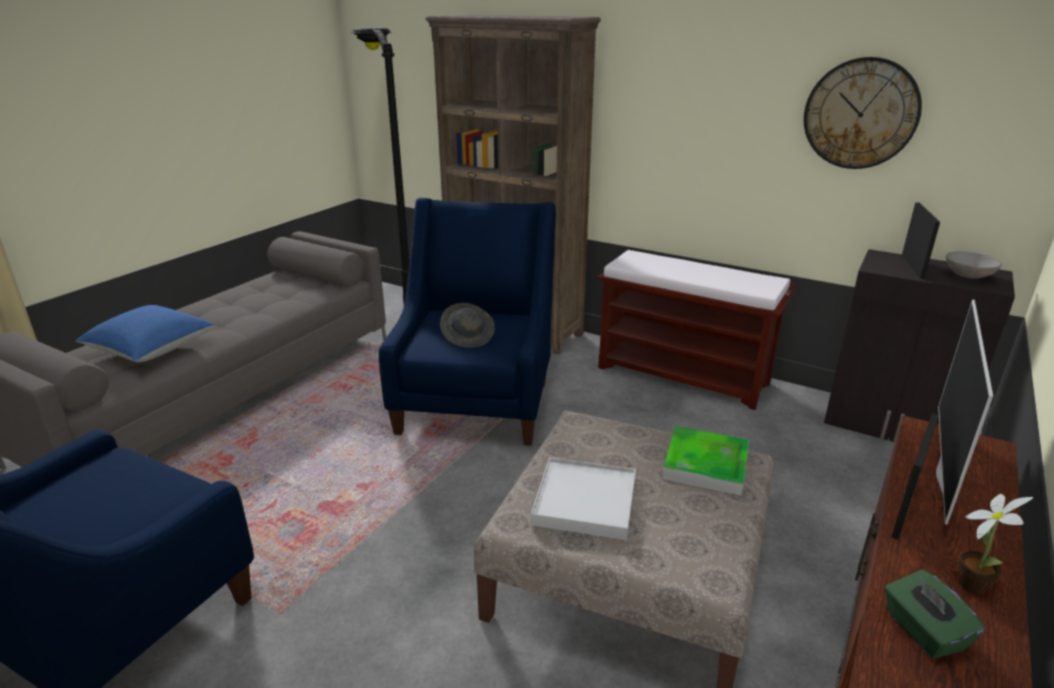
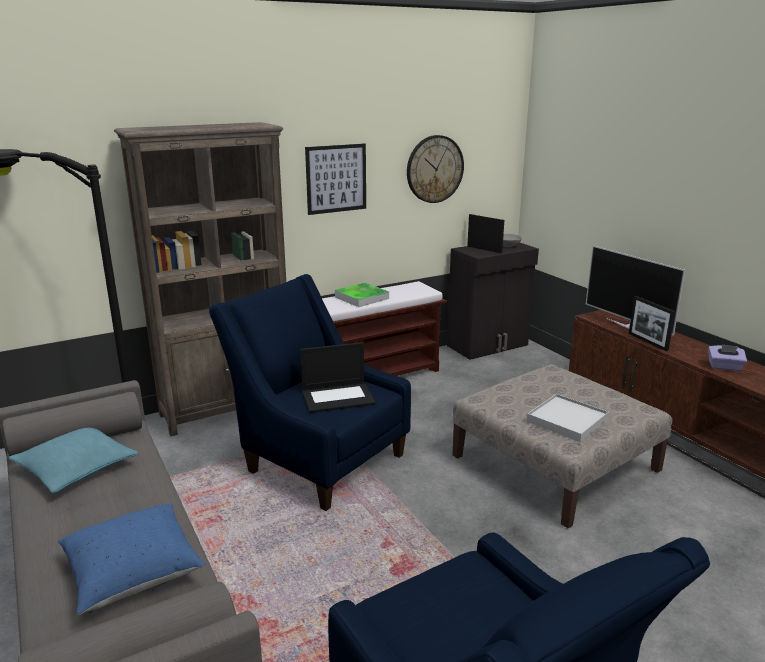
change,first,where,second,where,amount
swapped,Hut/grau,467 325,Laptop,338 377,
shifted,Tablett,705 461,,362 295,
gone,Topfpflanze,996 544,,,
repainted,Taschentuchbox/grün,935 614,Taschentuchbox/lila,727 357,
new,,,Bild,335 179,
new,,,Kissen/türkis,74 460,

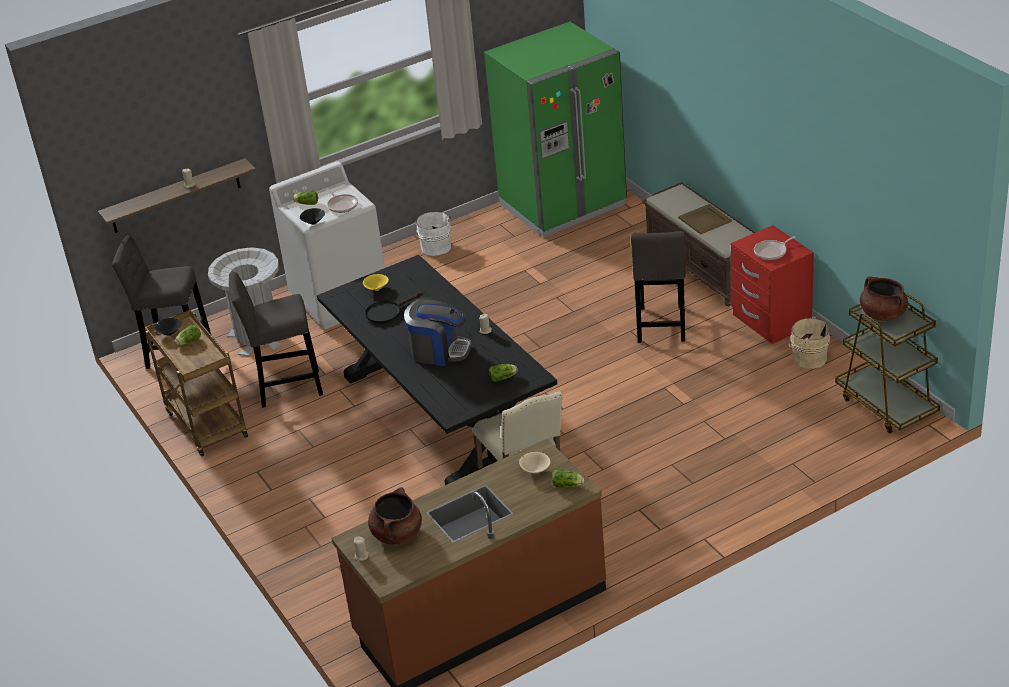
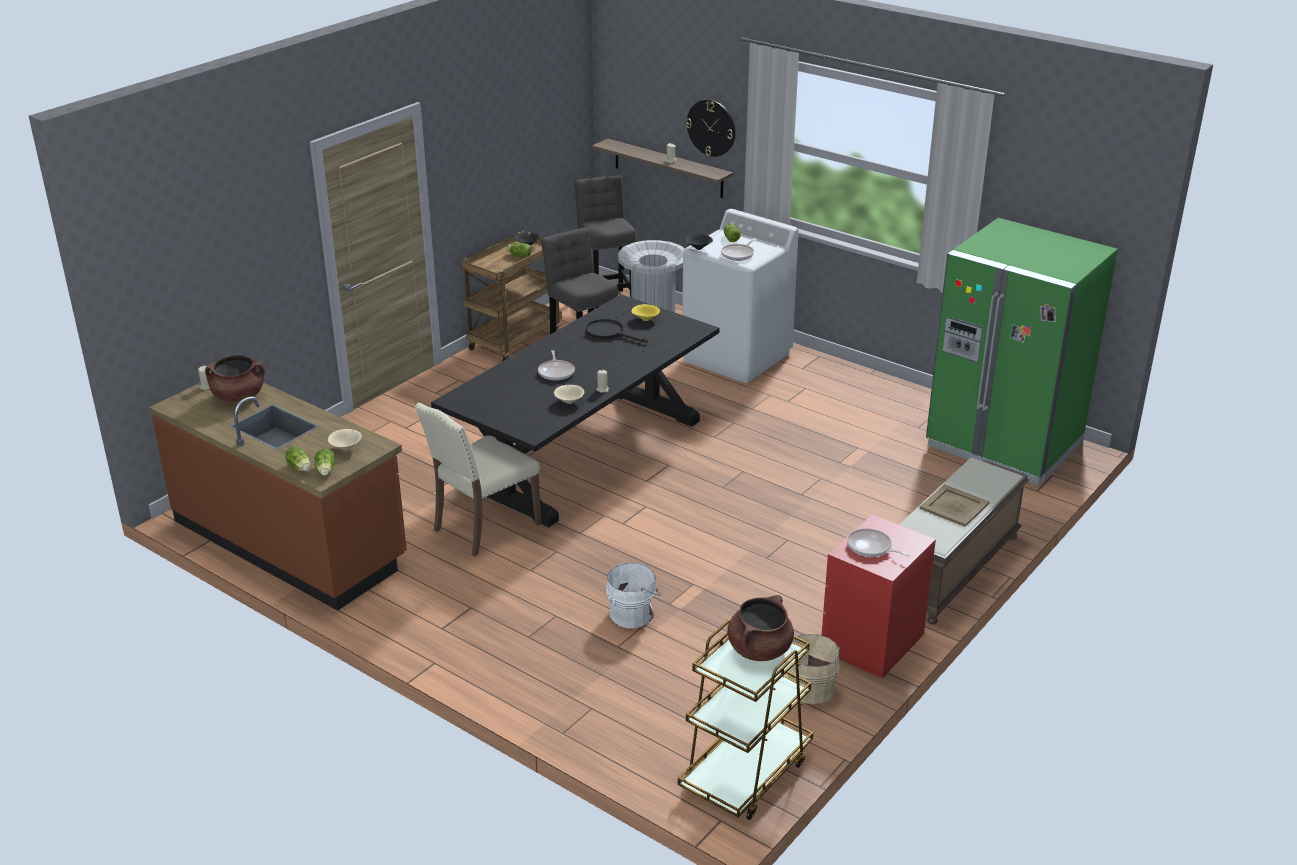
change,first,where,second,where,amount
shifted,Eimer/weiß,432 234,,633 595,
gone,Hocker/grau,658 287,,,
swapped,Kaffeemaschine,437 331,Pfanne,556 365,
shifted,Salatkopf,503 373,,297 458,
new,,,Wanduhr,710 128,
new,,,Schüssel/beige,569 394,

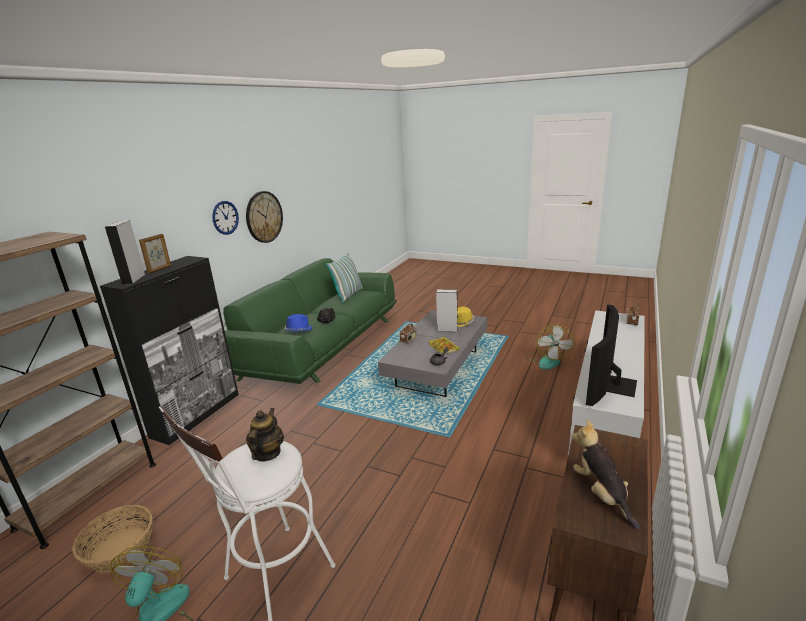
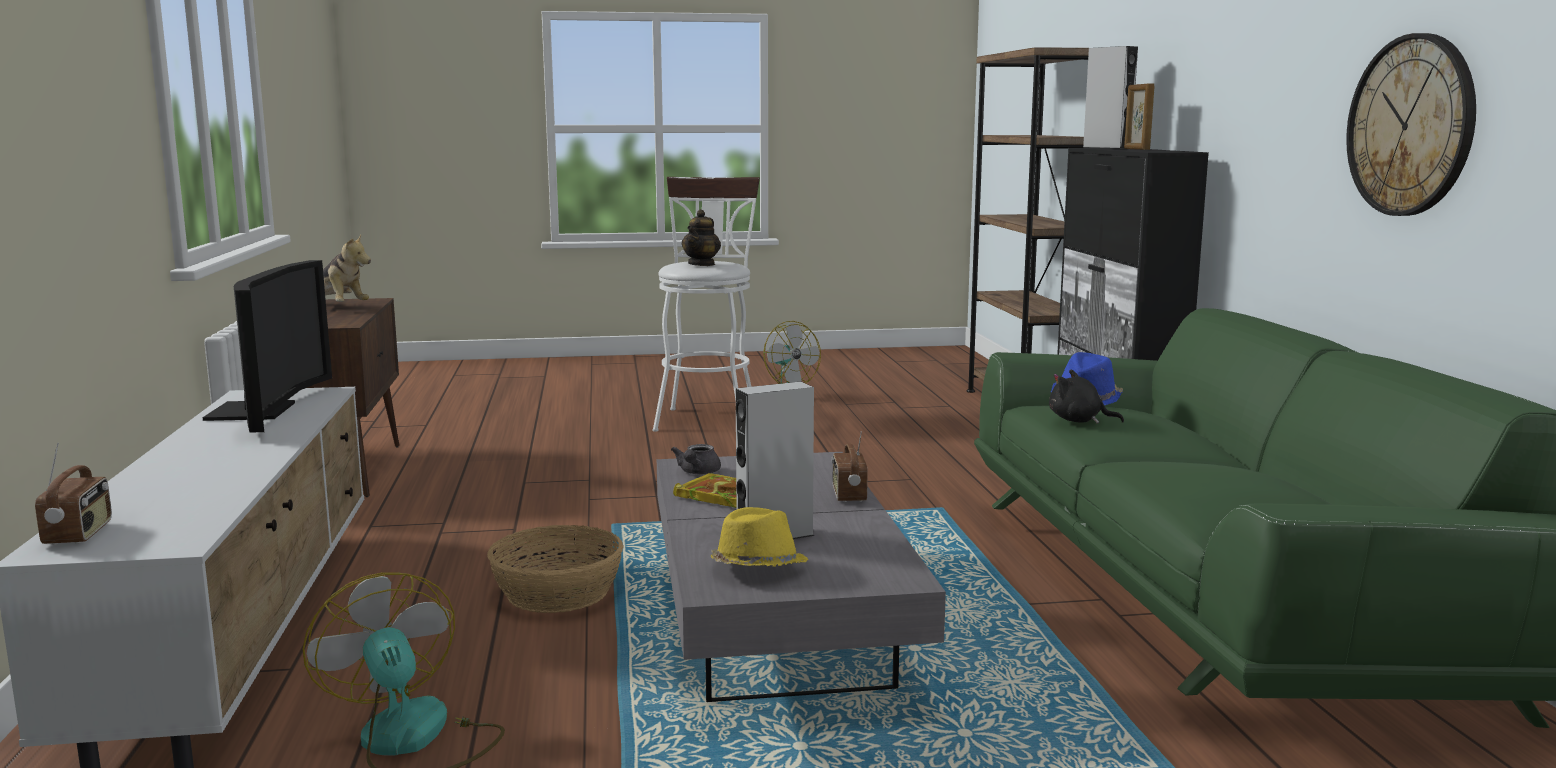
change,first,where,second,where,amount
gone,Wanduhr,225 218,,,
gone,Kissen,344 278,,,
rotated,Teekanne,265 435,,701 237,45 degrees clockwise
shifted,Korb,112 539,,555 569,

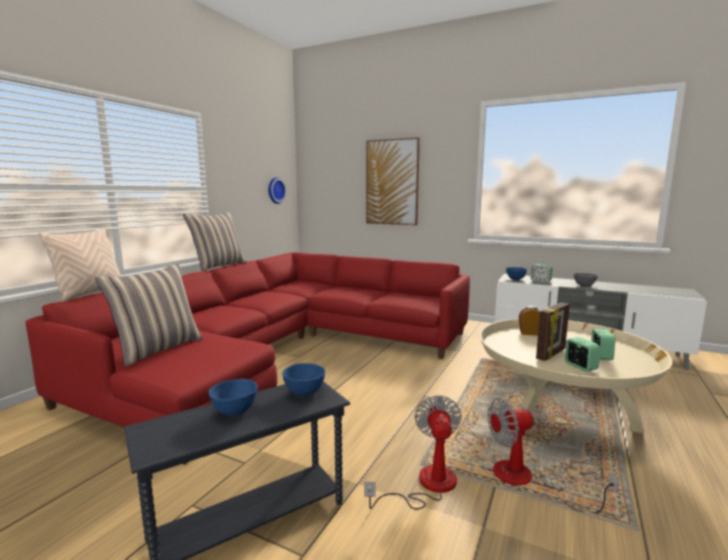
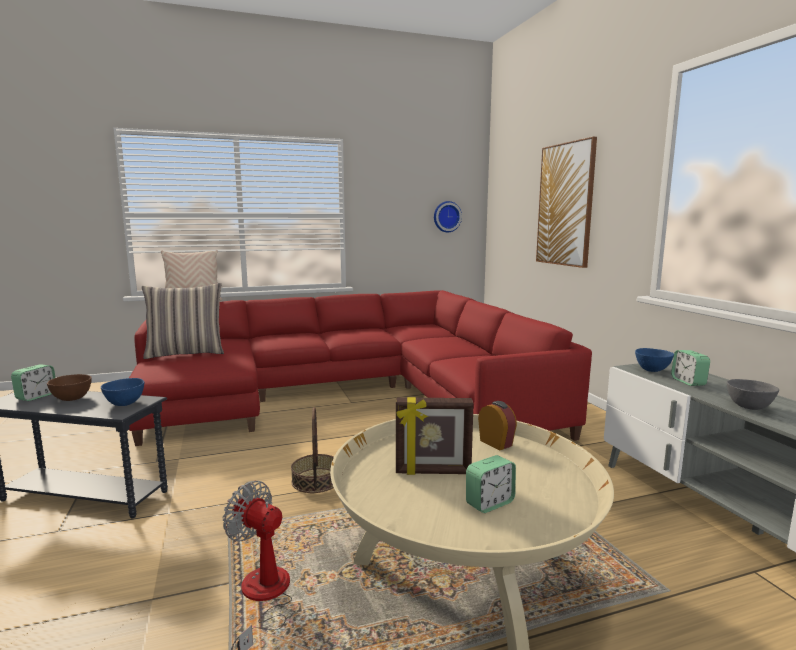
change,first,where,second,where,amount
gone,Kissen,214 241,,,
shifted,Wecker,582 354,,33 382,
repainted,Schüssel/blau,233 397,Schüssel/braun,69 387,
gone,Ventilator,413 452,,,
new,,,Korb,312 450,

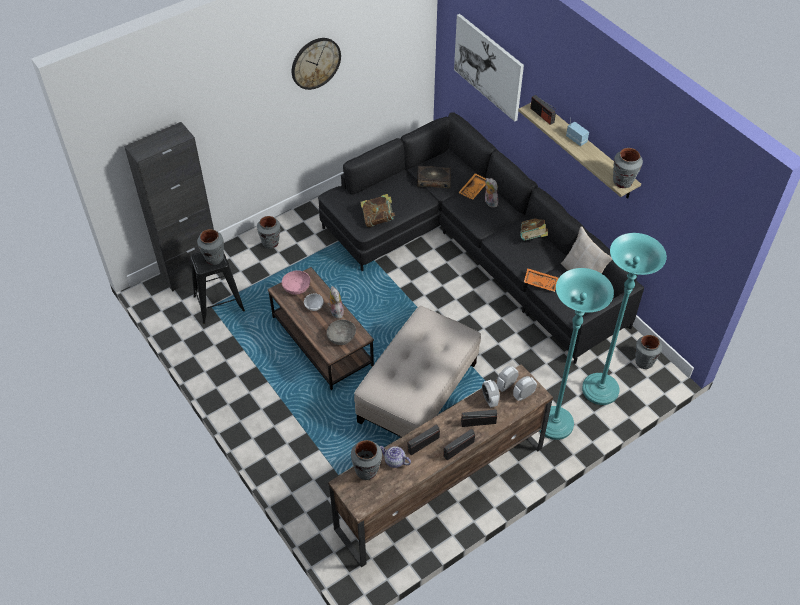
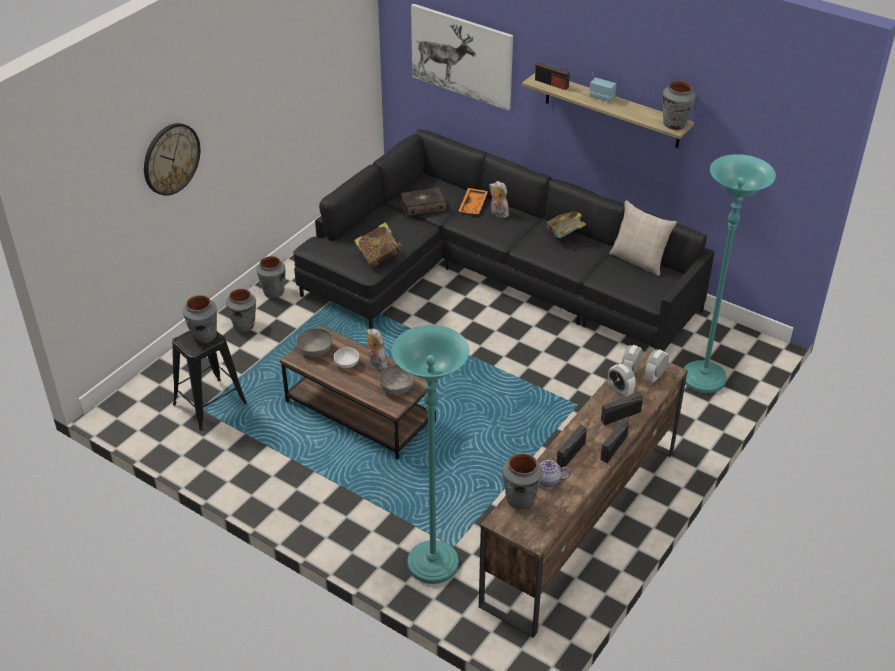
change,first,where,second,where,amount
shifted,Wanduhr,316 64,,172 159,
gone,Schrank/schwarz,169 206,,,
gone,Tablett/orange,541 280,,,
shifted,Stehlampe/türkis,576 354,,430 454,
repainted,Schüssel/rosa,296 283,Schüssel/grau,315 342,
gone,Polsterhocker/beige,417 371,,,
shifted,Vase/grau,648 352,,271 277,

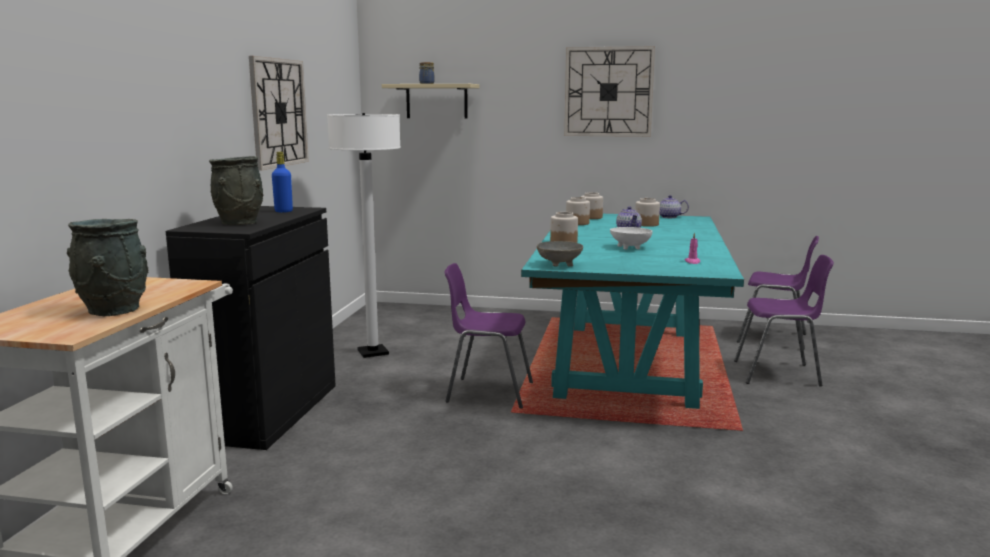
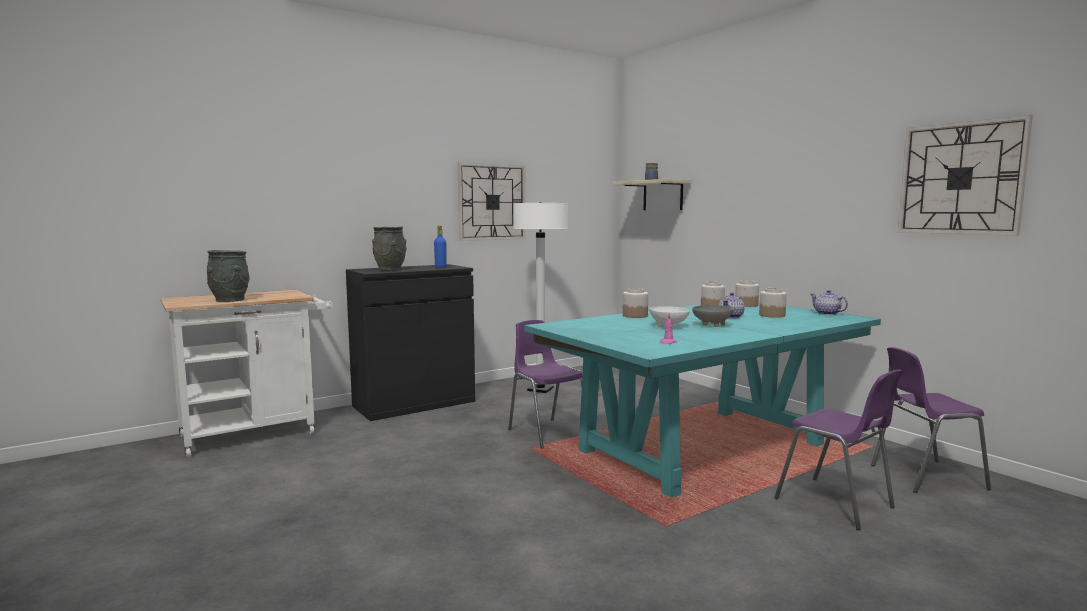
change,first,where,second,where,amount
shifted,Wanduhr,609 91,,965 175,
rotated,Stuhl/lila,778 292,,931 420,105 degrees clockwise
shifted,Schüssel/grau,560 254,,712 316,

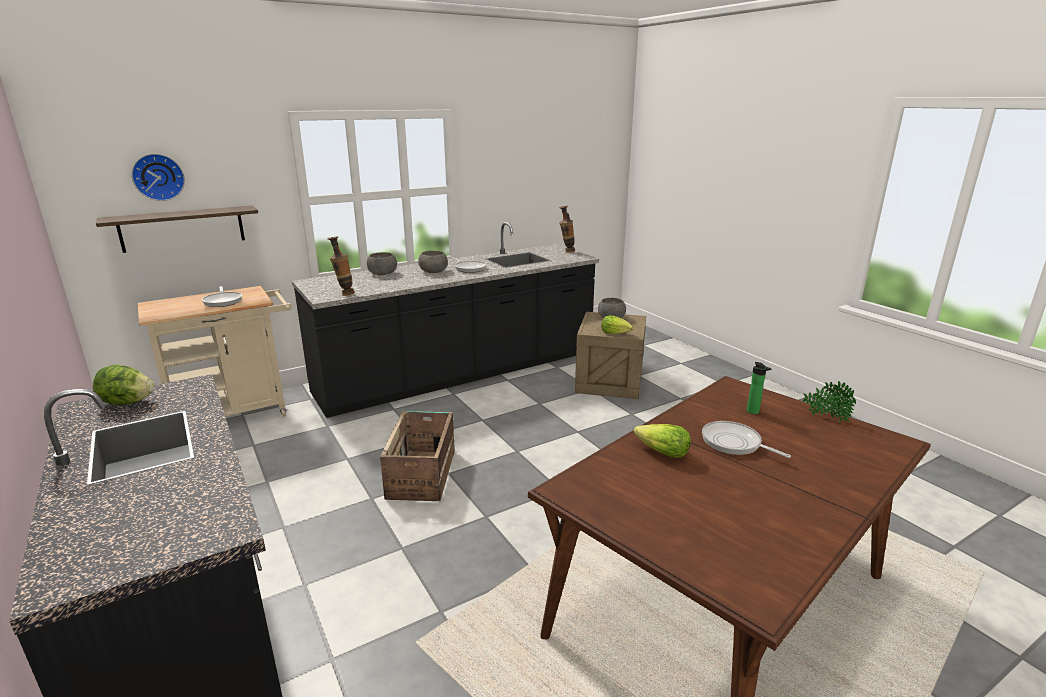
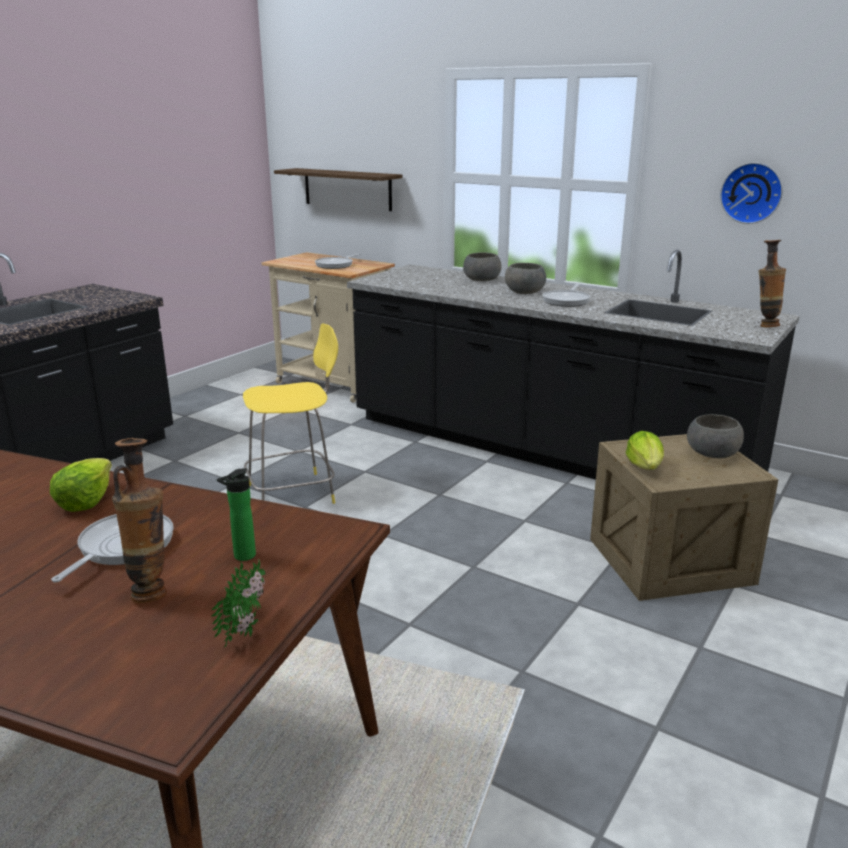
change,first,where,second,where,amount
shifted,Wanduhr,158 177,,751 193,
shifted,Vase,341 266,,139 520,
gone,Salatkopf,123 384,,,
swapped,Kiste,417 456,Hocker/gelb,290 413,

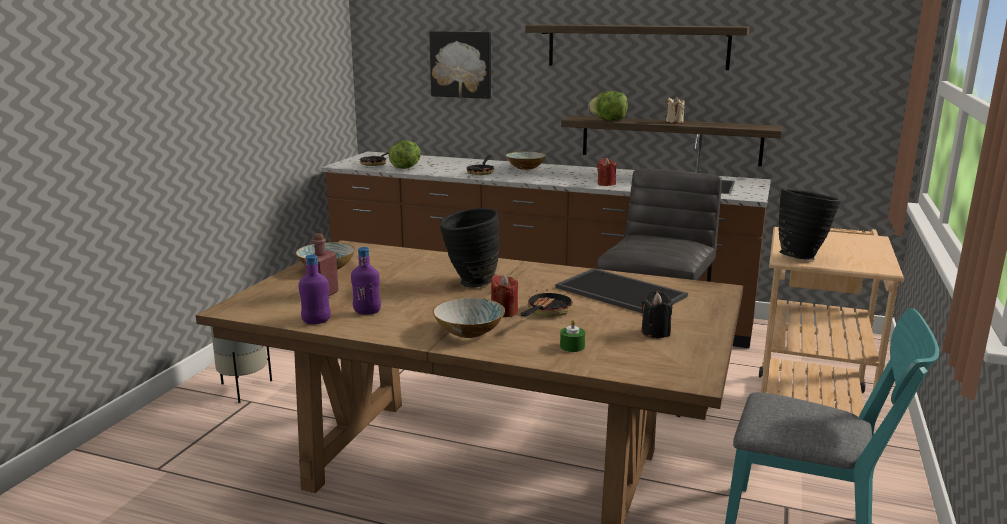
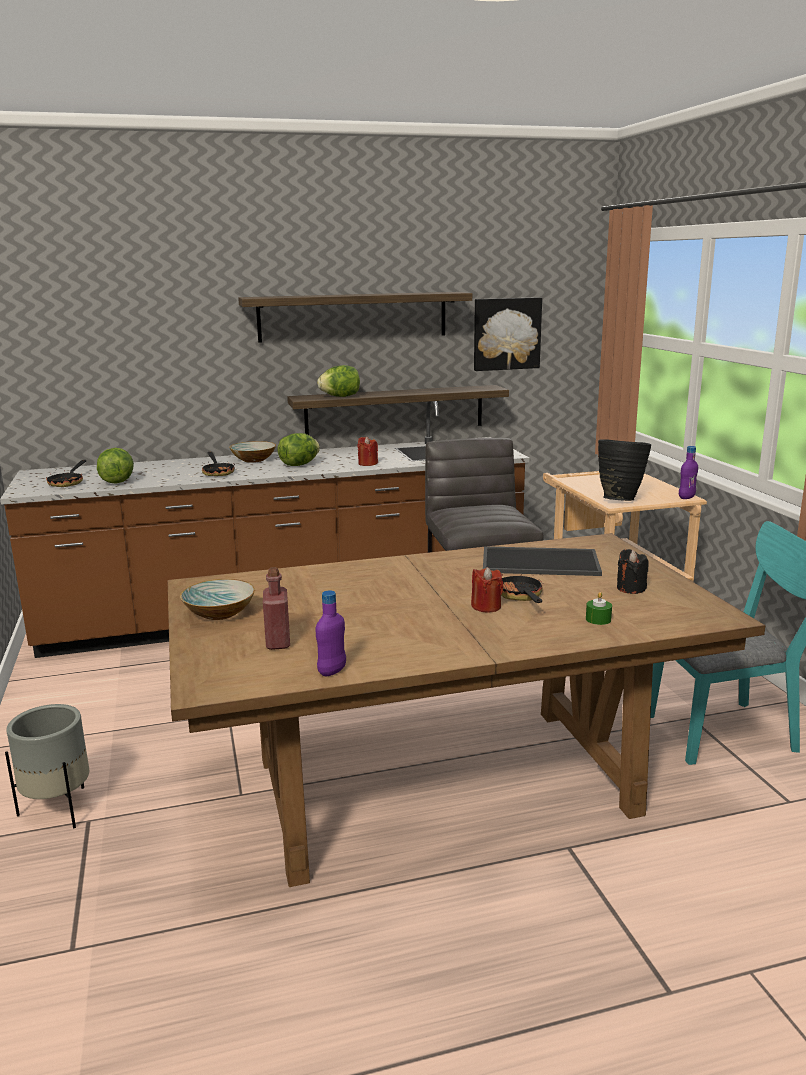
change,first,where,second,where,amount
shifted,Bild,460 65,,508 334,
gone,Kerze/beige,675 109,,,
gone,Vase/schwarz,469 247,,,
shifted,Flasche/lila,366 280,,688 472,
gone,Schüssel,469 318,,,
new,,,Salatkopf,299 449,

